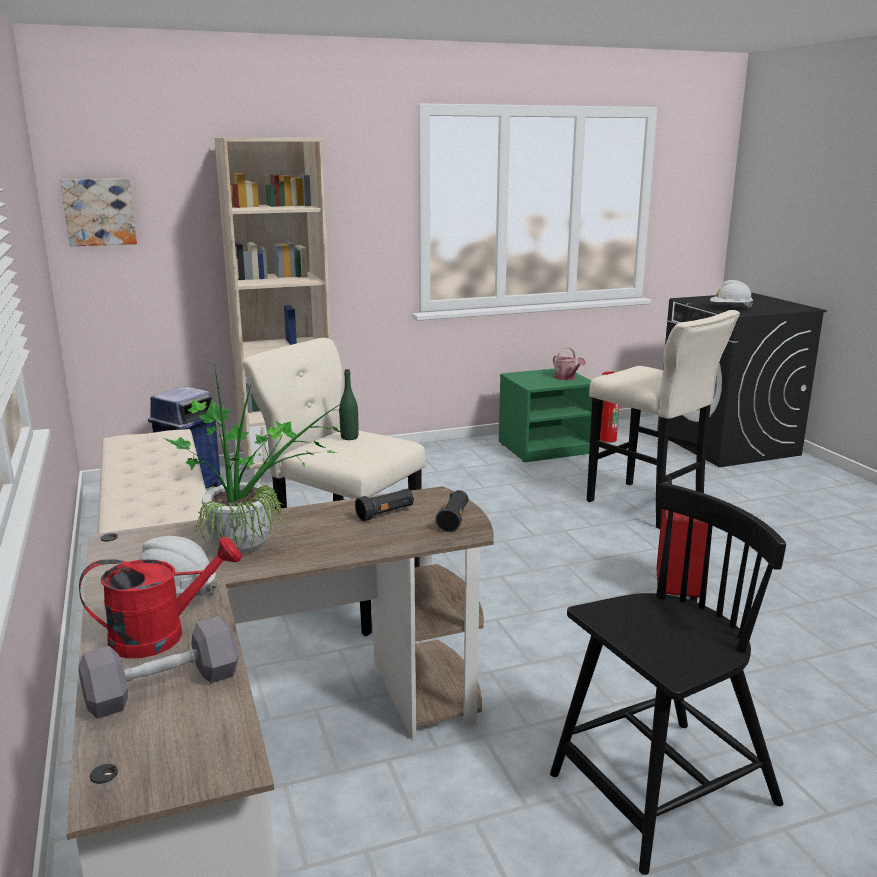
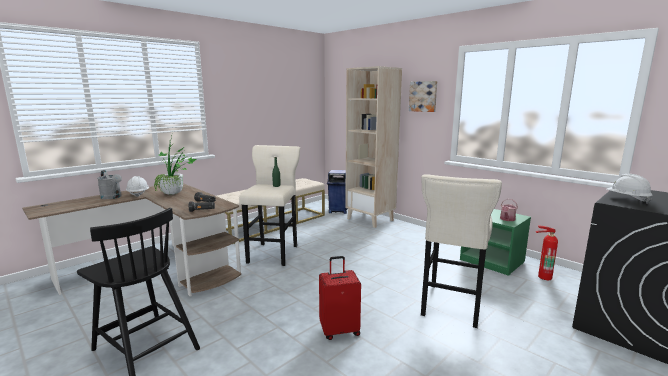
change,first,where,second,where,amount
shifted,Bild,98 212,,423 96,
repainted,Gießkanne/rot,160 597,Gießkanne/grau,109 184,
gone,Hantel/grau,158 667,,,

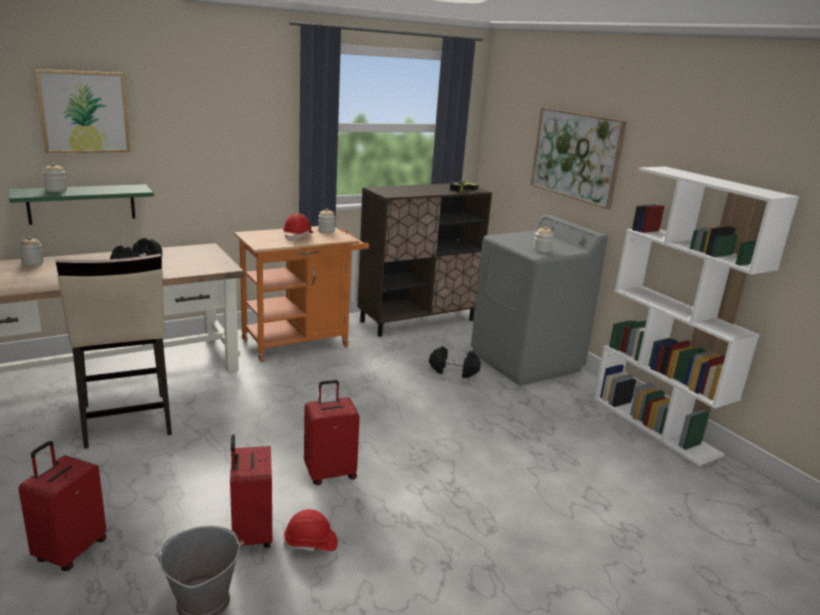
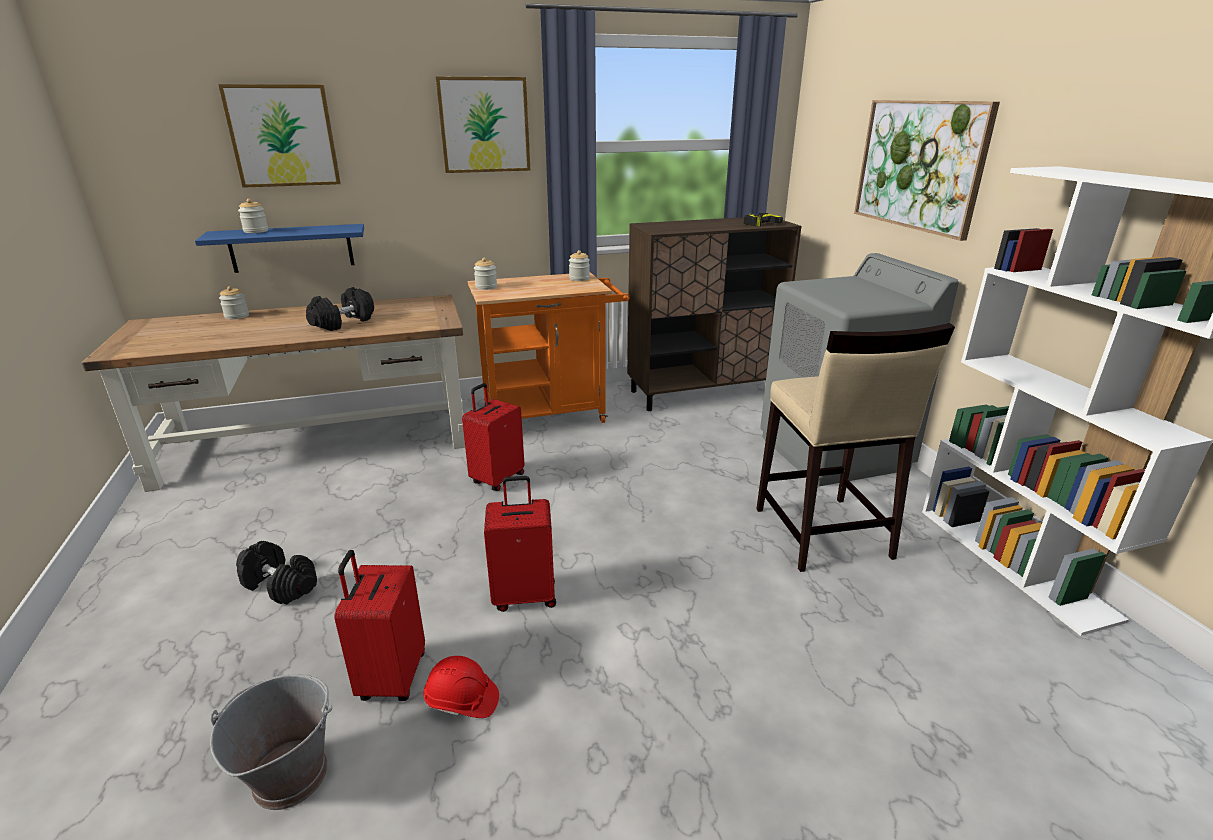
change,first,where,second,where,amount
repainted,Wandregal/grün,81 204,Wandregal/blau,279 248,
gone,Schutzhelm/rot,298 227,,,
shifted,Vorratsglas,543 239,,485 274,
shifted,Hocker/beige,114 351,,855 447,
shifted,Hantel/schwarz,455 362,,276 572,
shifted,Koffer/rot,62 506,,493 437,
new,,,Bild,483 124,

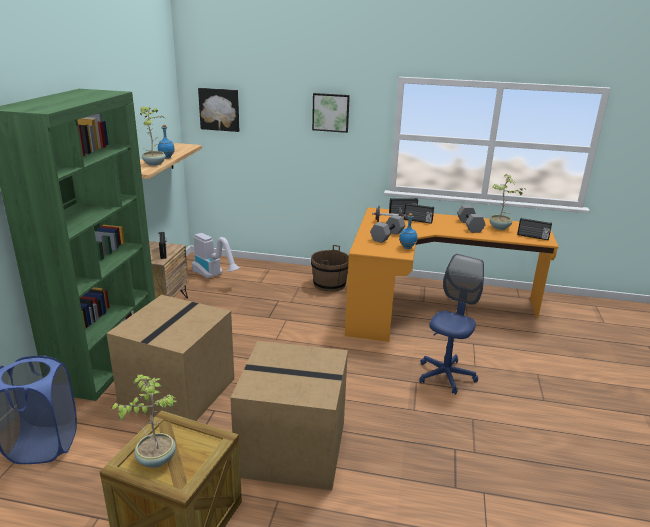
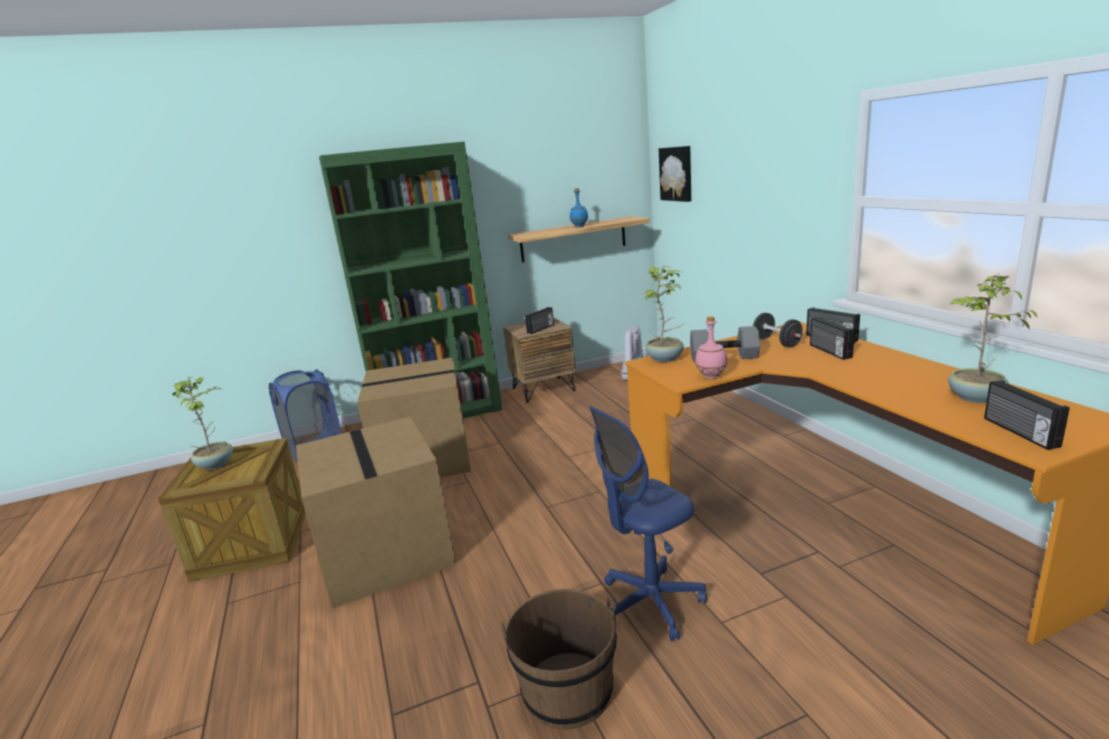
change,first,where,second,where,amount
gone,Bild,331 113,,,
shifted,Topfpflanze,153 136,,663 314,
gone,Hantel/grau,471 219,,,
repainted,Flasche/blau,408 231,Flasche/rosa,711 347,
shifted,Eimer/braun,330 268,,559 659,
rotated,Bürostuhl/blau,451 324,,648 523,150 degrees clockwise

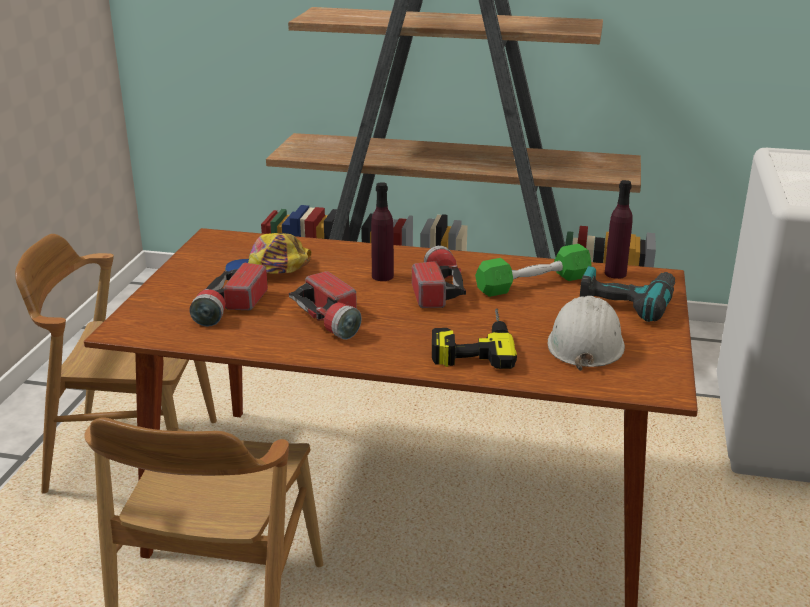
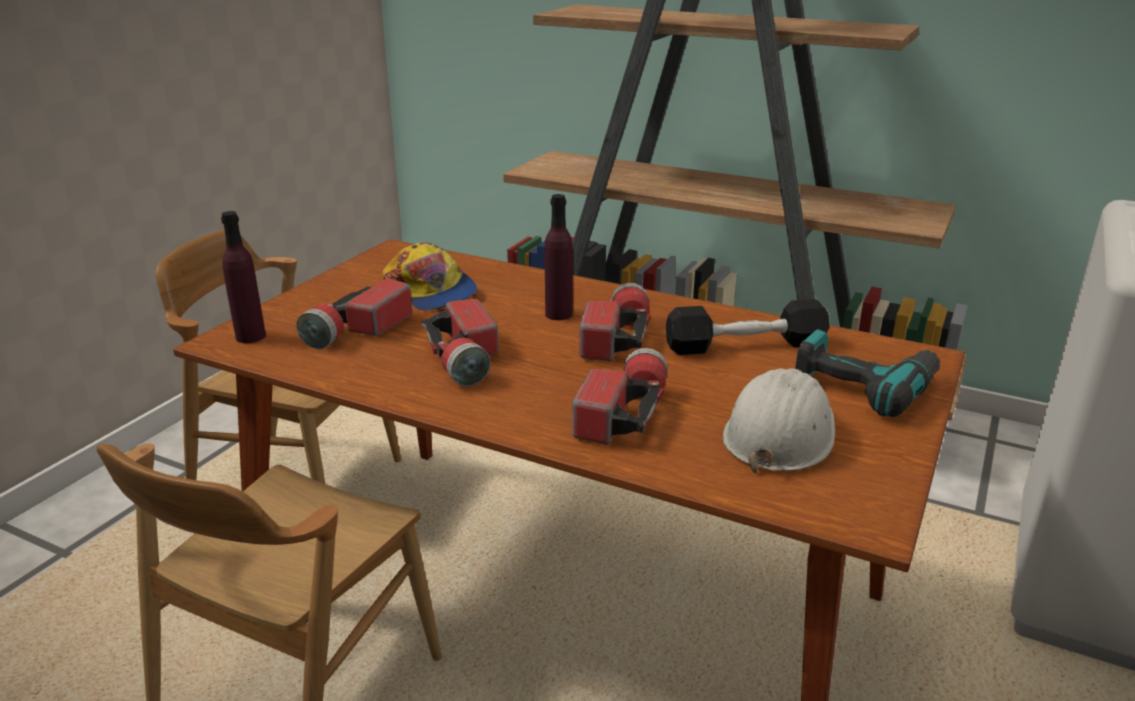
change,first,where,second,where,amount
shifted,Flasche/lila,619 229,,243 277,
rotated,Kappe,268 253,,430 276,135 degrees counterclockwise
repainted,Hantel/grün,533 270,Hantel/schwarz,747 327,
swapped,Bohrmaschine,474 339,Taschenlampe,620 396,

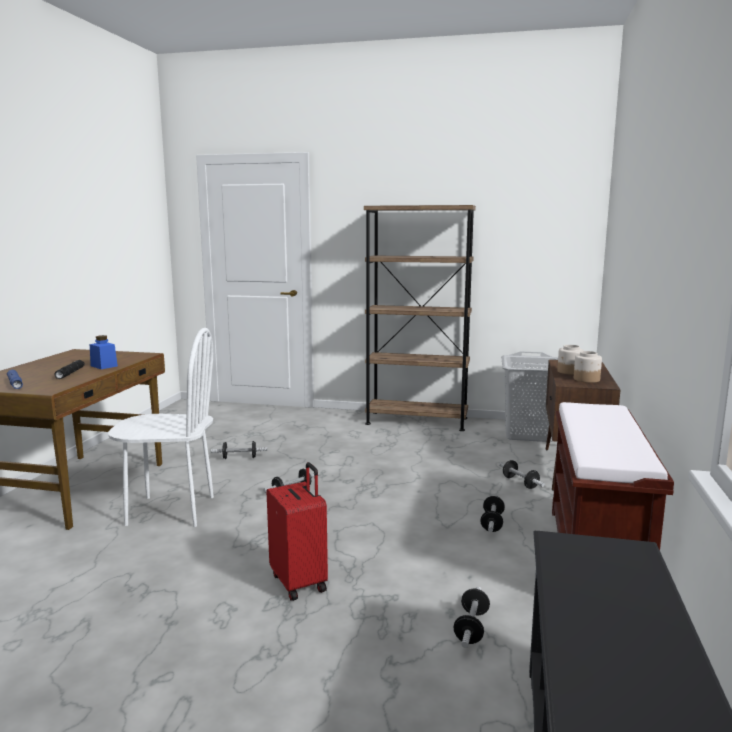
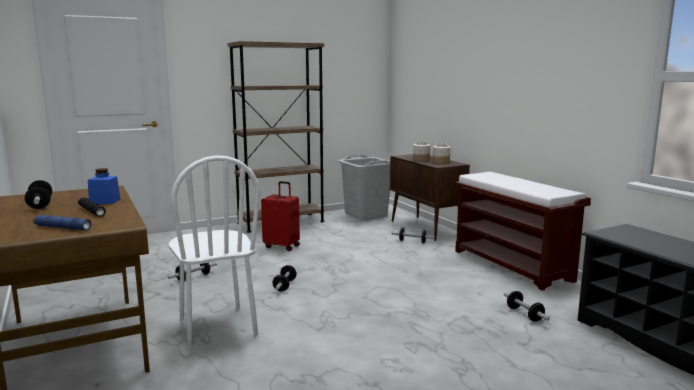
change,first,where,second,where,amount
rotated,Stuhl/weiß,161 427,,215 252,105 degrees clockwise
shifted,Koffer/rot,297 531,,280 216,
shifted,Hantel,492 514,,38 194,

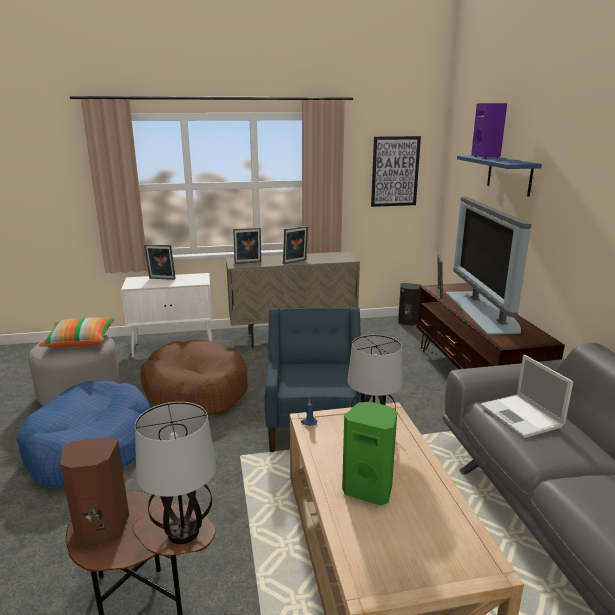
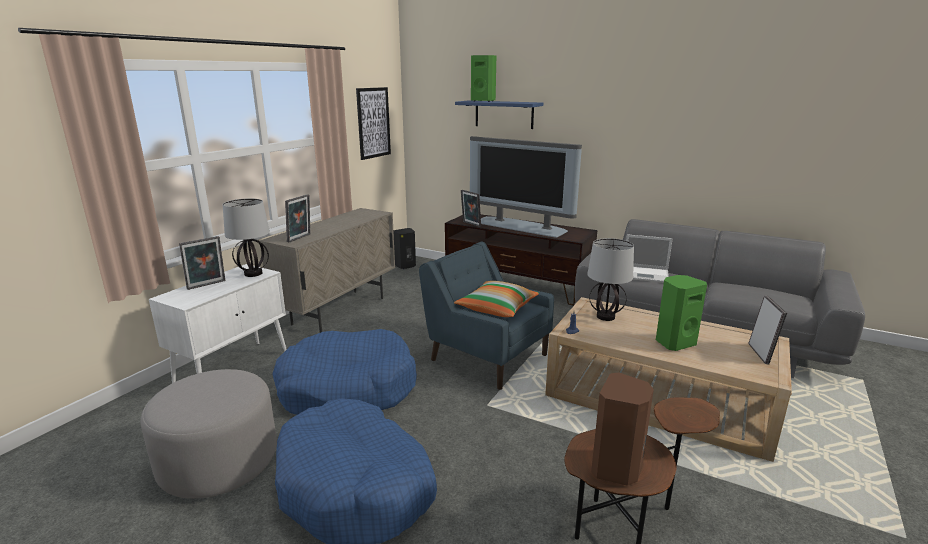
change,first,where,second,where,amount
repainted,Lautsprecher/lila,489 130,Lautsprecher/grün,483 78,
shifted,Bilderrahmen,295 245,,767 329,
shifted,Kissen,77 333,,496 299,
repainted,Hundebett/braun,194 378,Hundebett/blau,344 372,
shifted,Tischlampe,175 473,,246 237,

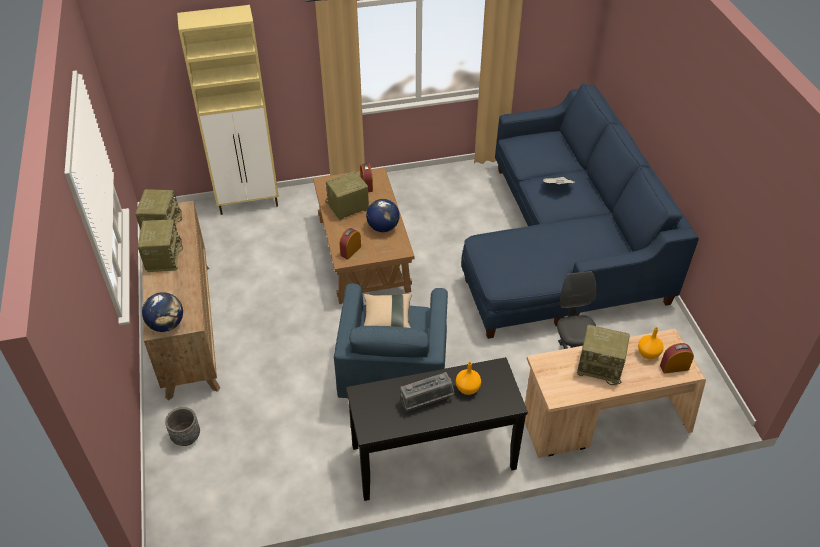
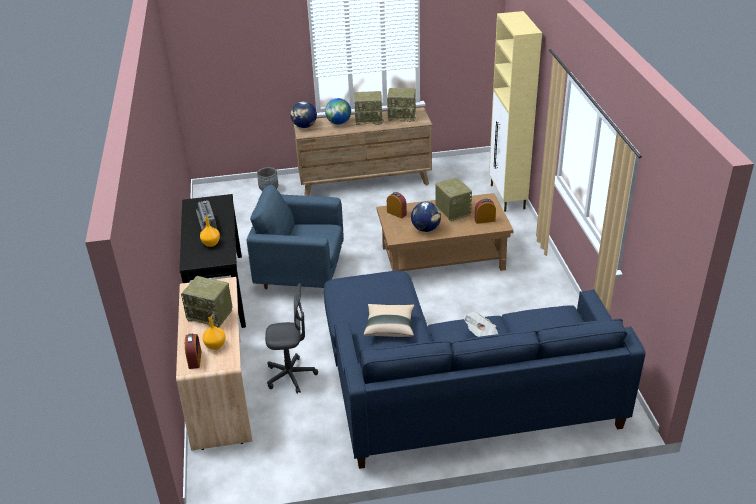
change,first,where,second,where,amount
shifted,Kissen/beige,388 311,,389 320,
rotated,Radio,603 355,,207 302,90 degrees counterclockwise
new,,,Globus,338 111,

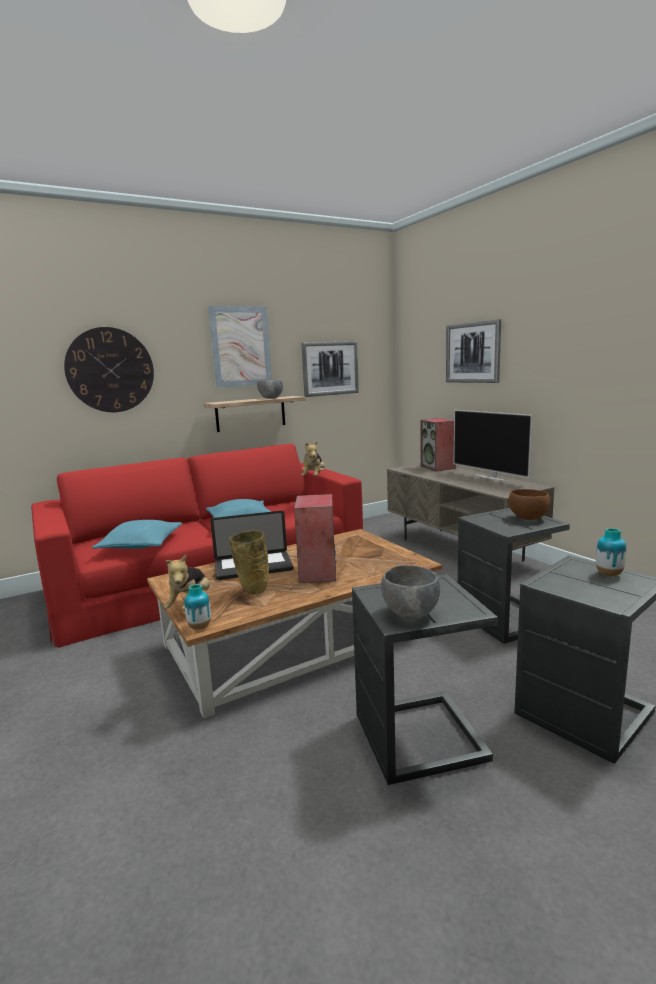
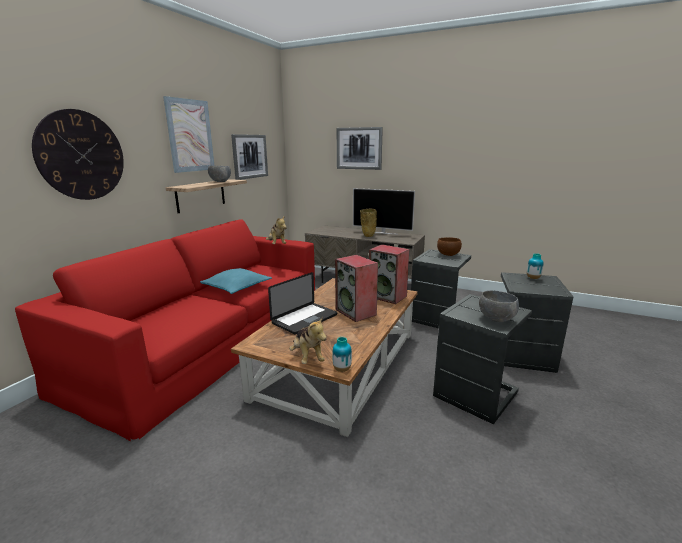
change,first,where,second,where,amount
shifted,Lautsprecher,438 444,,389 274,
gone,Kissen/türkis,137 534,,,
shifted,Vase/beige,249 563,,368 223,

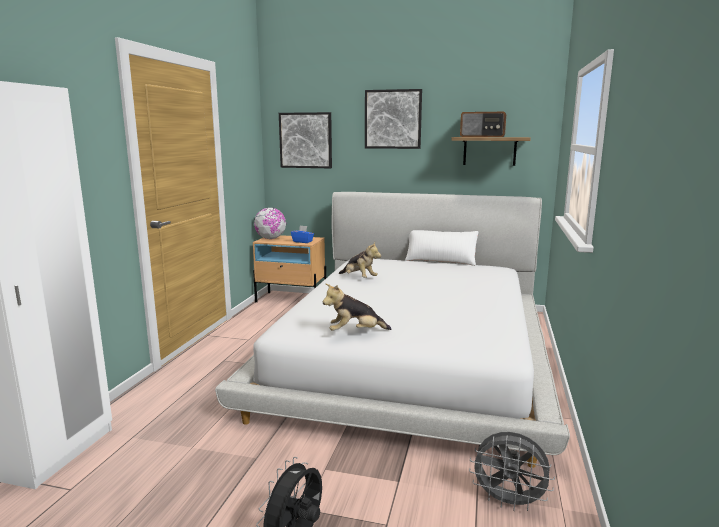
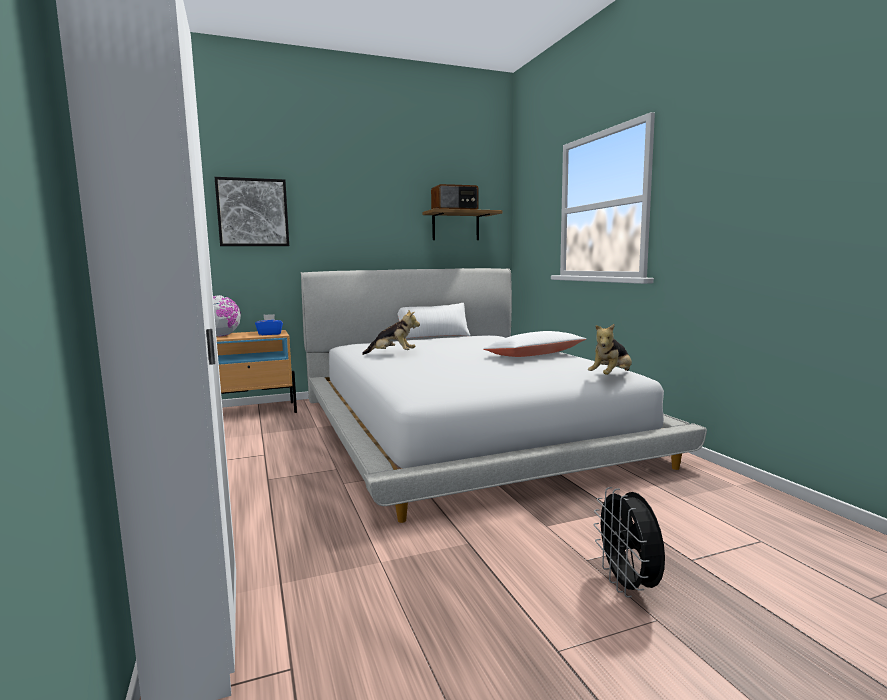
change,first,where,second,where,amount
gone,Bild,393 119,,,
shifted,Plüschtier,357 307,,610 349,
gone,Ventilator/grau,512 471,,,
new,,,Kissen/weiß,535 344,

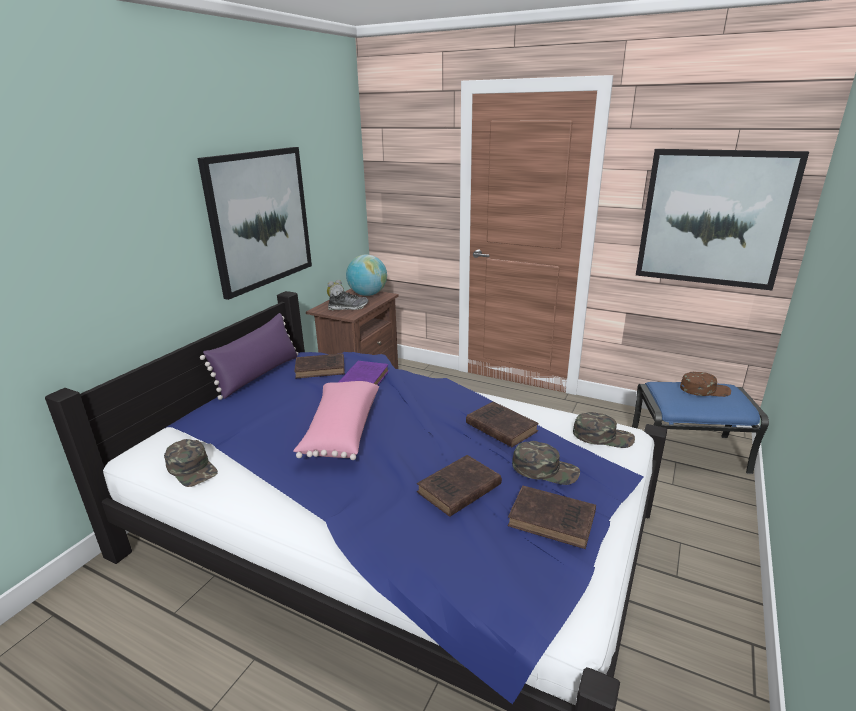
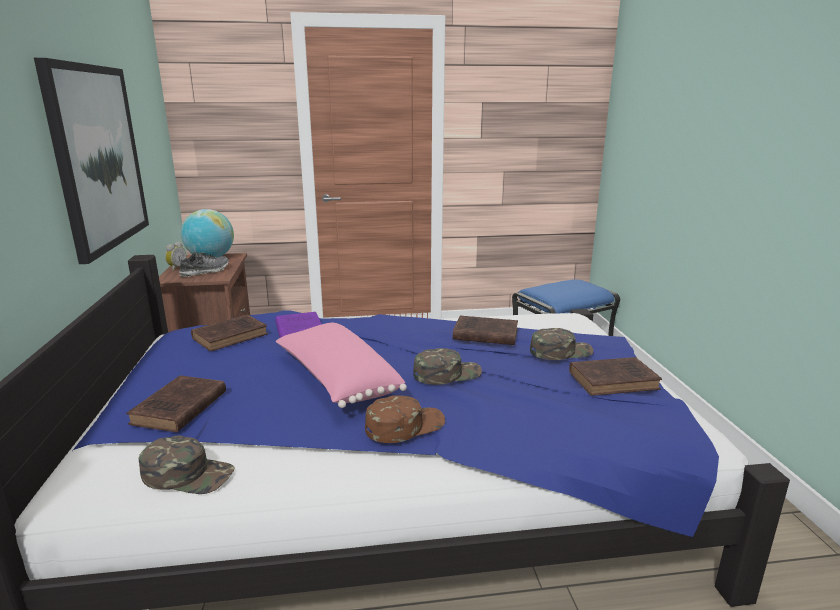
change,first,where,second,where,amount
gone,Bild,722 219,,,
gone,Kissen/lila,249 356,,,
shifted,Kappe/braun,705 384,,405 419,
shifted,Kappe/grün,604 430,,447 366,
shifted,Buch/braun,459 486,,176 404,

